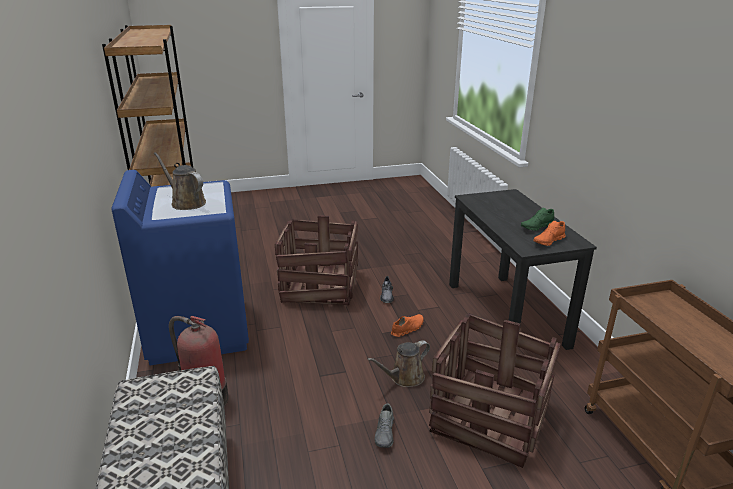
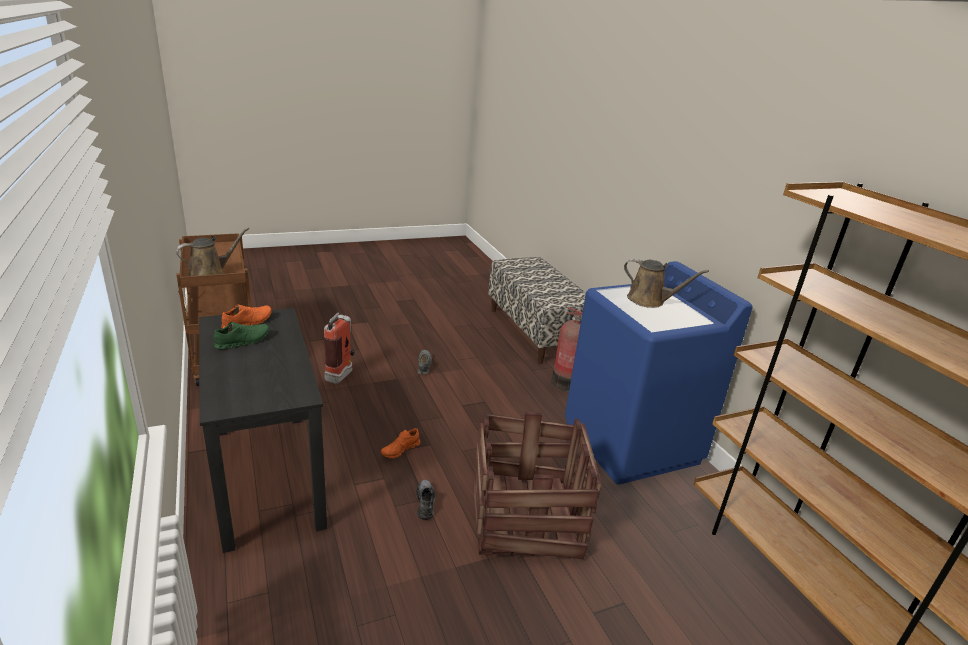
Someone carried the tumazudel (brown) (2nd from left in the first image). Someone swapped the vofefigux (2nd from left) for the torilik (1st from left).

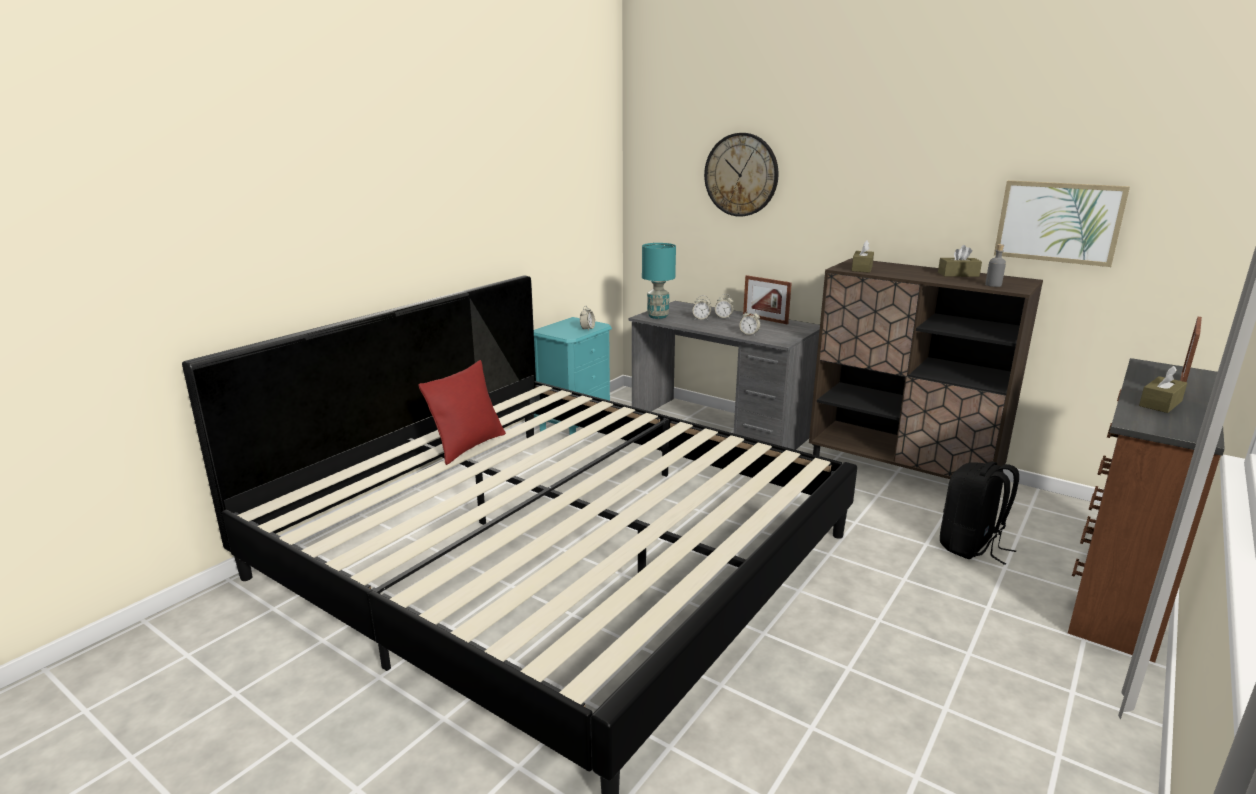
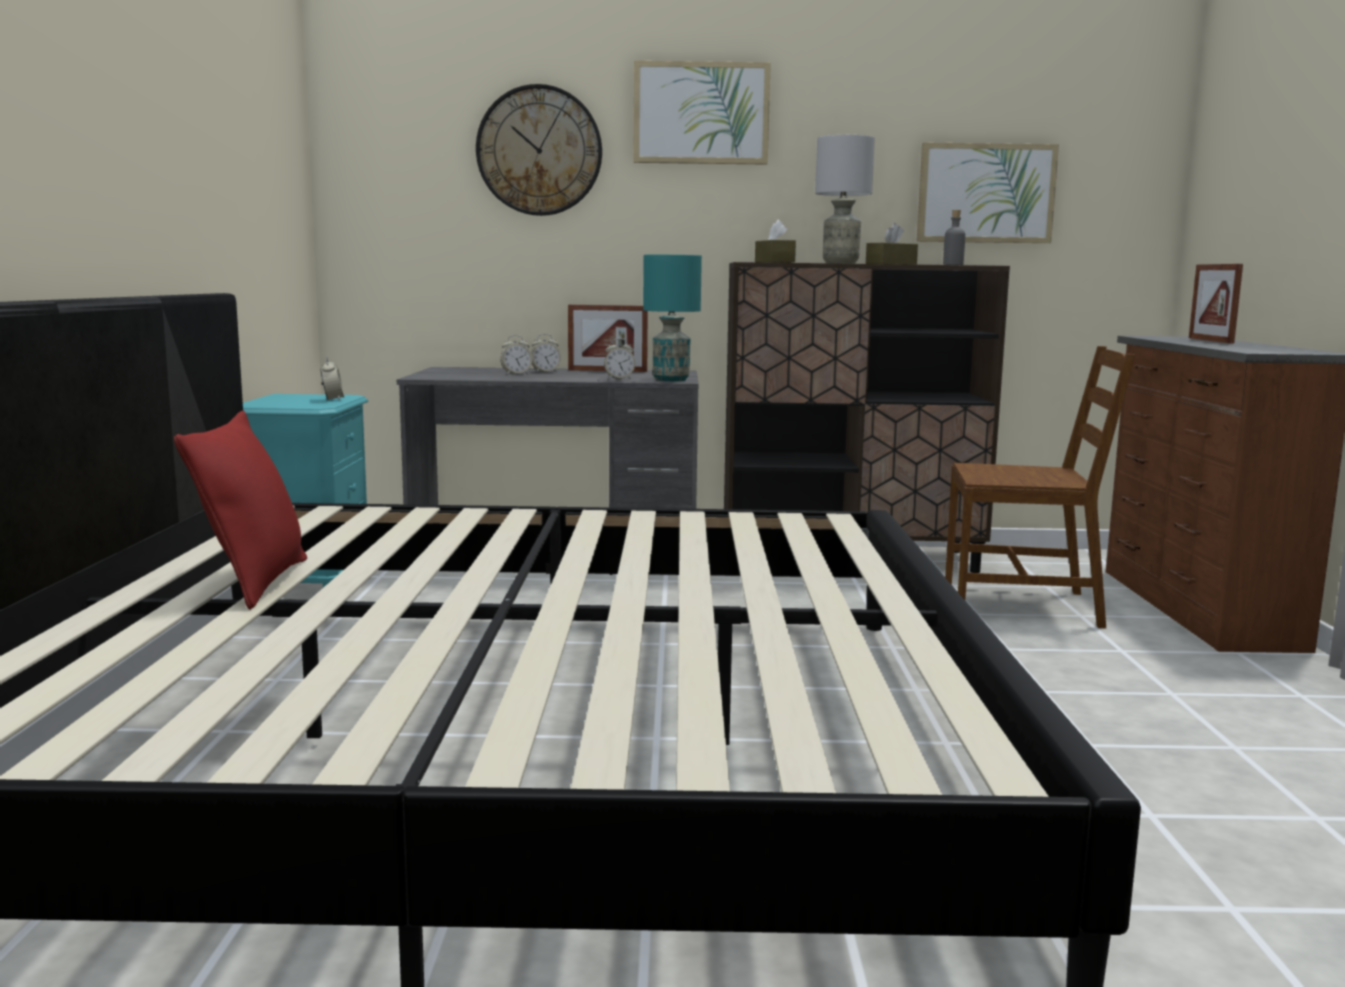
Someone put up the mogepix (1st from left). Someone carried the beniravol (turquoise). Someone put down the beniravol (grey). Someone swapped the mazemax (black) for the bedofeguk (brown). Someone took away the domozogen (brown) (3rd from left).

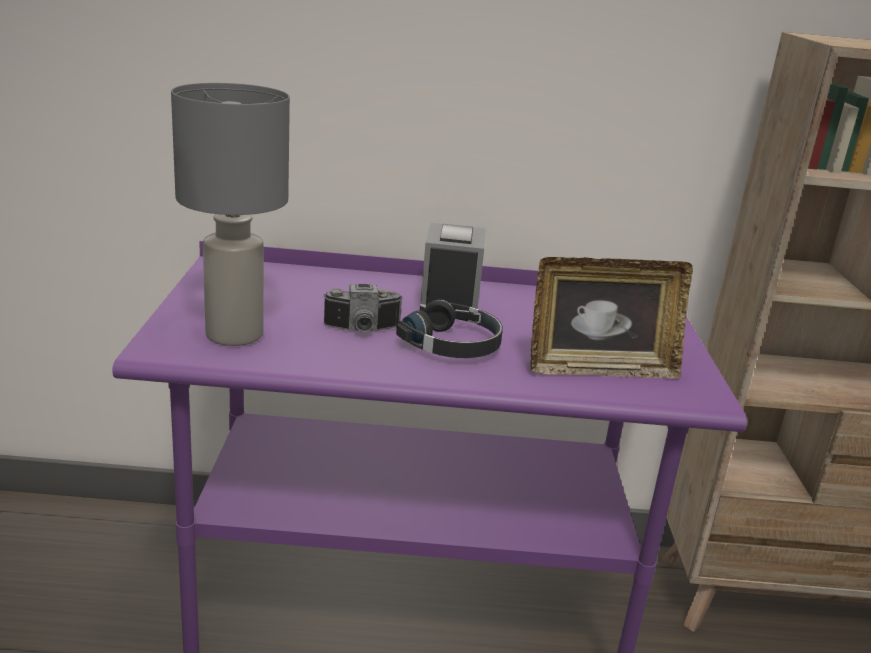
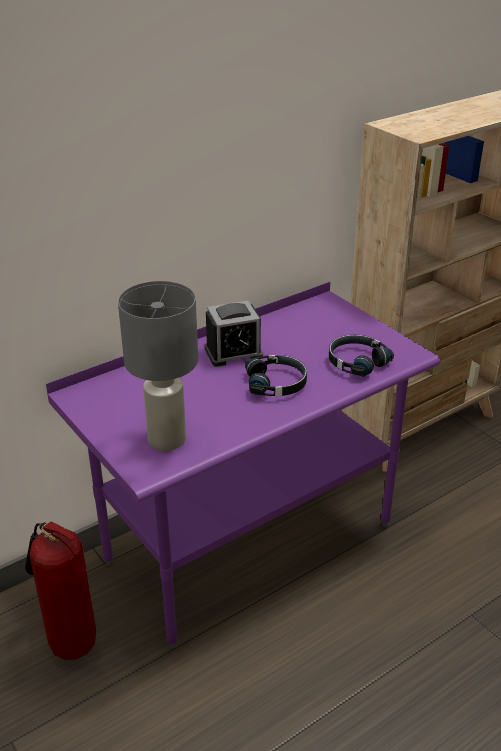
Someone put down the torilik. Someone rotated the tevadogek by 105 degrees clockwise. Someone swapped the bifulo for the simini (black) (2nd from left). Someone took away the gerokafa.

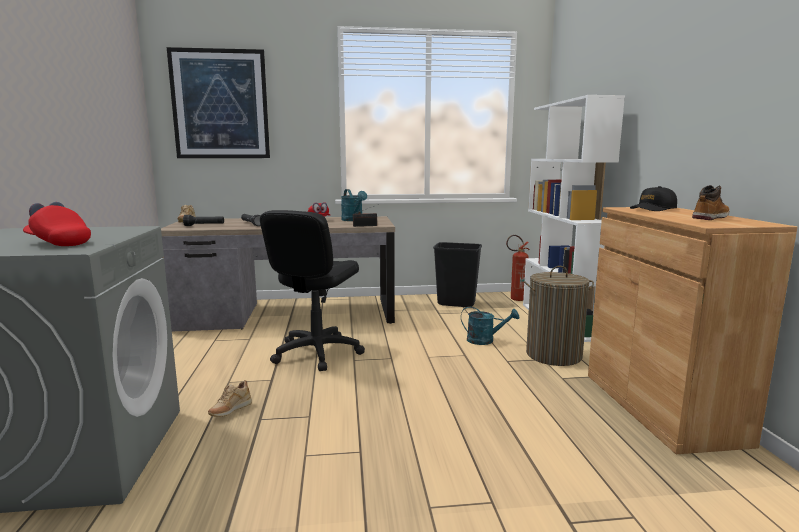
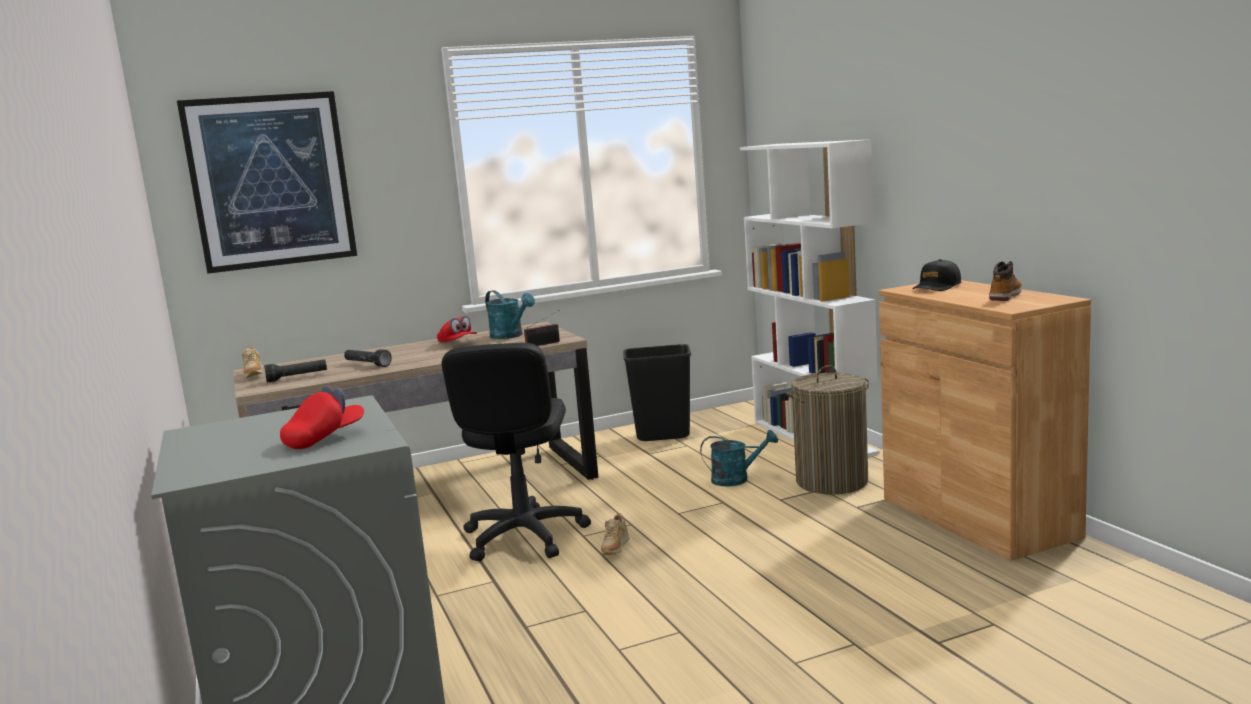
Someone rotated the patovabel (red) (1st from left) by 120 degrees clockwise. Someone carried the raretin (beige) (2nd from left). Someone took away the torilik.

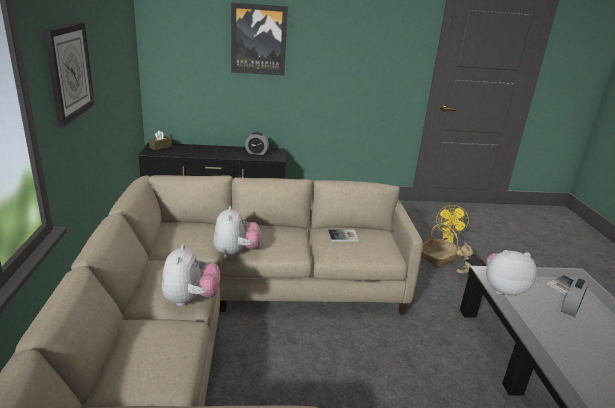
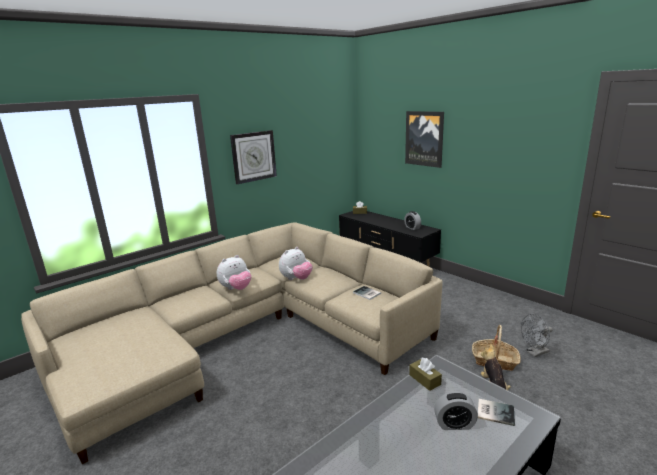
Someone swapped the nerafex (4th from left) for the domozogen (brown) (2nd from left). Someone repainted the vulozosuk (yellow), which became the vulozosuk (grey).

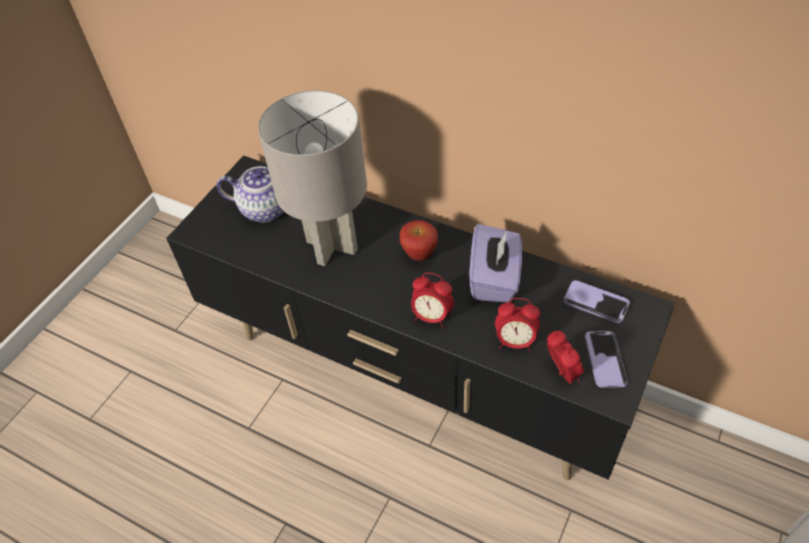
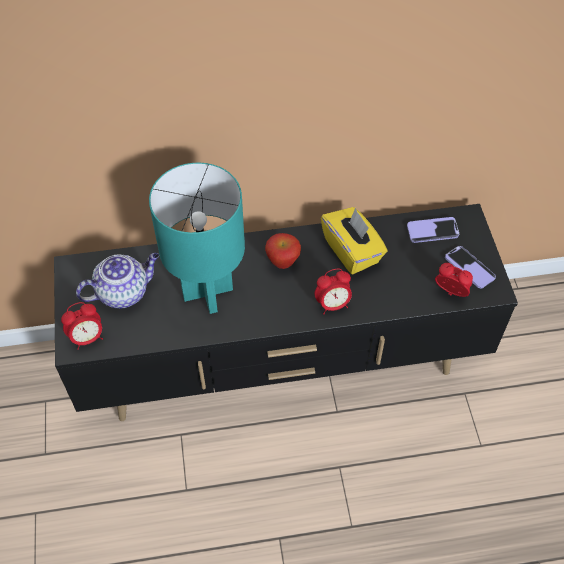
Someone carried the tevadogek (2nd from left in the first image). Someone repainted the beniravol (grey), which became the beniravol (turquoise). Someone repainted the domozogen (purple), which became the domozogen (yellow).

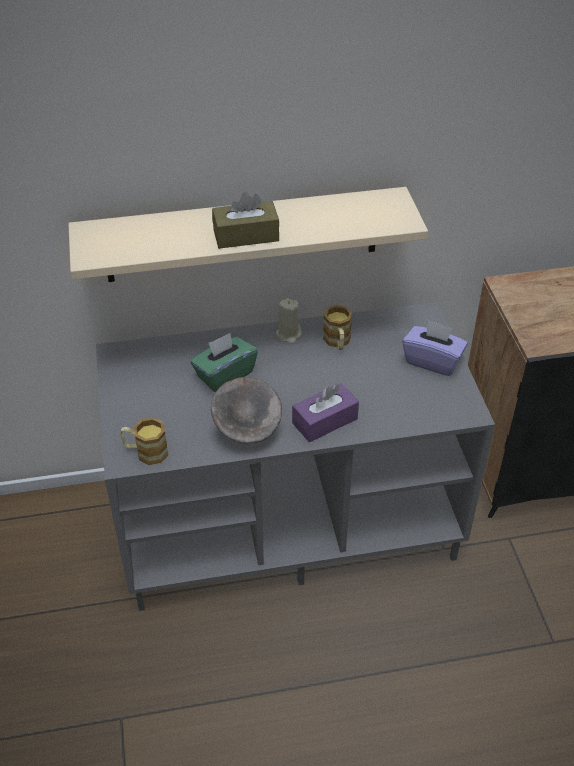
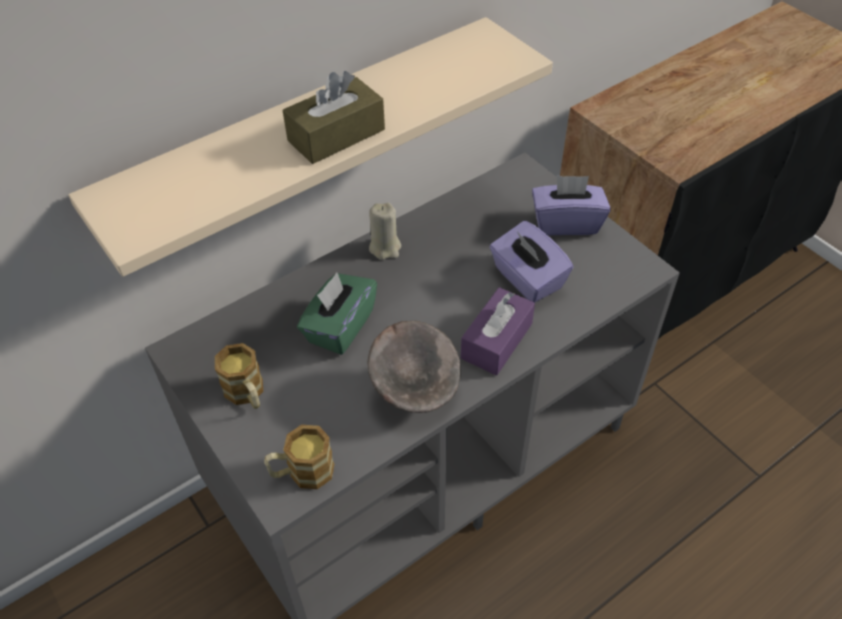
Someone carried the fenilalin (2nd from left in the first image). Someone put down the domozogen (purple) (2nd from left).

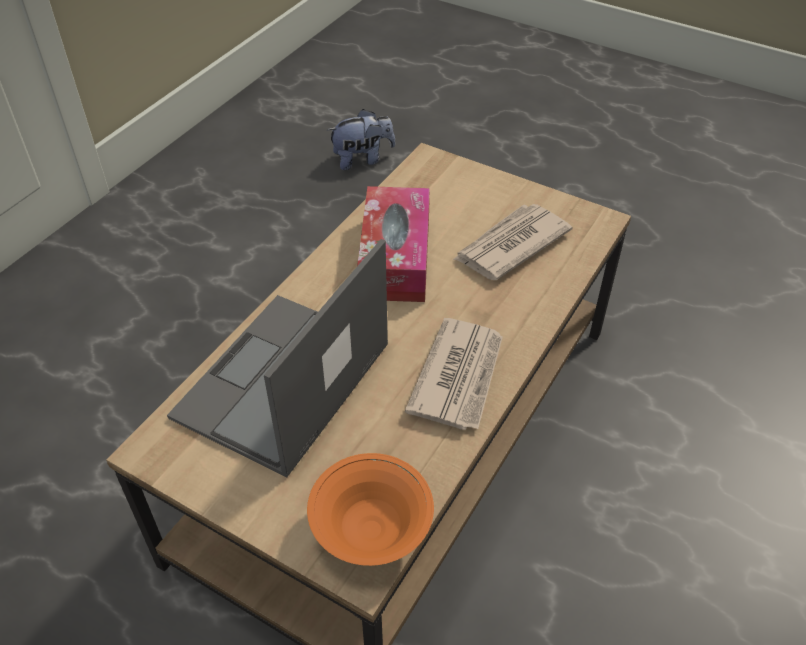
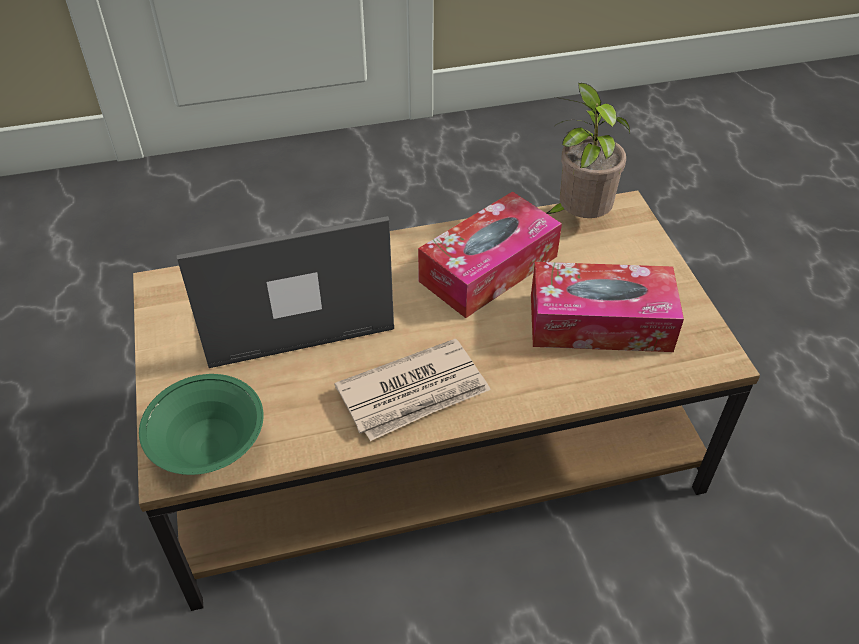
Someone repainted the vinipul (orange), which became the vinipul (green). Someone swapped the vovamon (2nd from left) for the domozogen (2nd from left). Someone put down the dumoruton. Someone took away the nerafex.

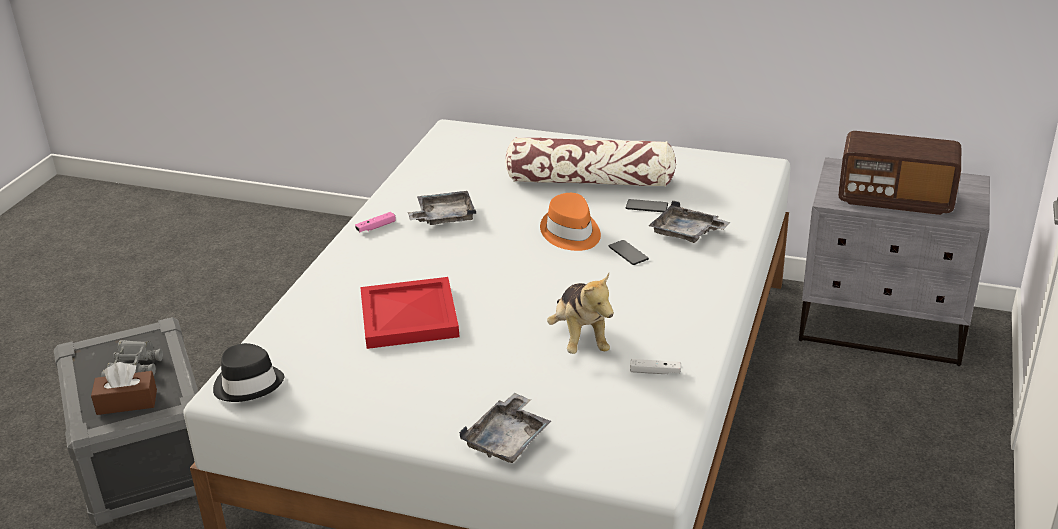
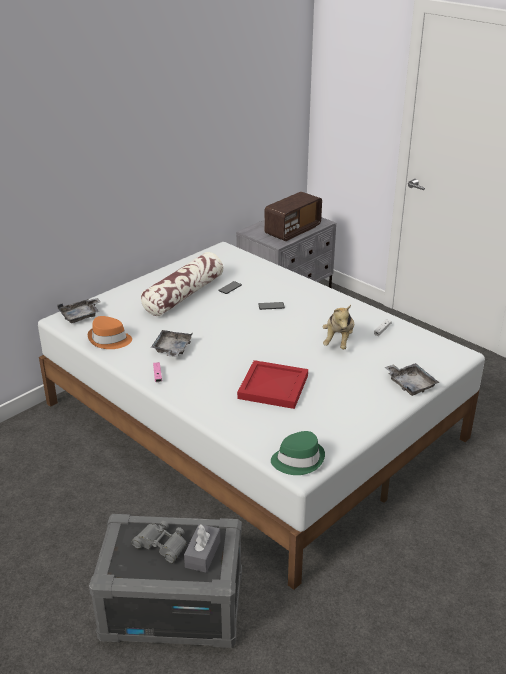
Someone carried the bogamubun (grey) (3rd from left in the first image). Someone carried the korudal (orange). Someone repainted the domozogen (brown), which became the domozogen (grey). Someone repainted the korudal (black), which became the korudal (green). Someone rotated the nerafex by 90 degrees clockwise.

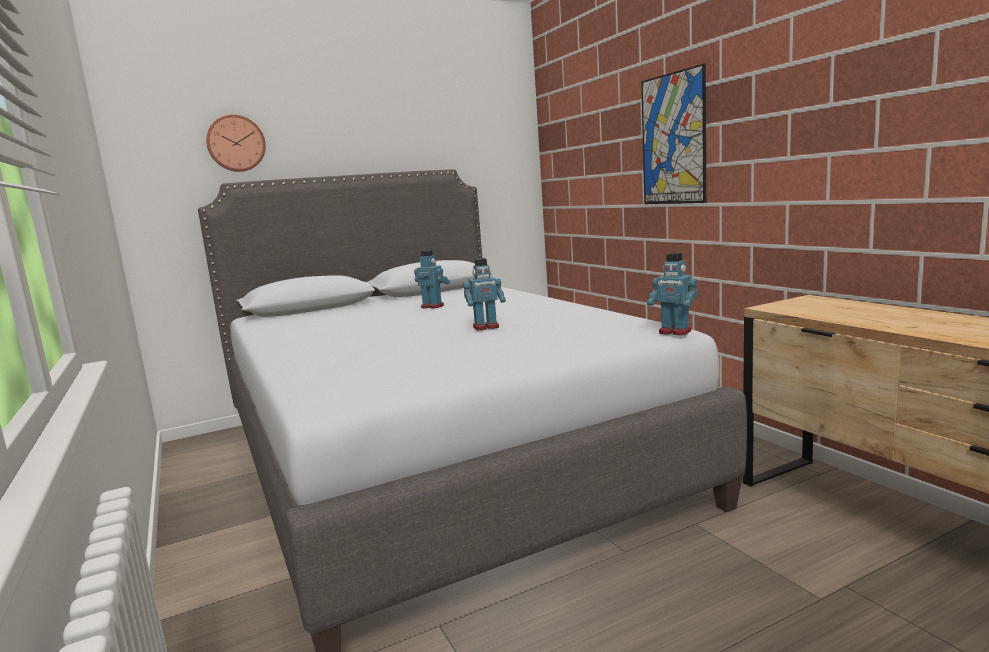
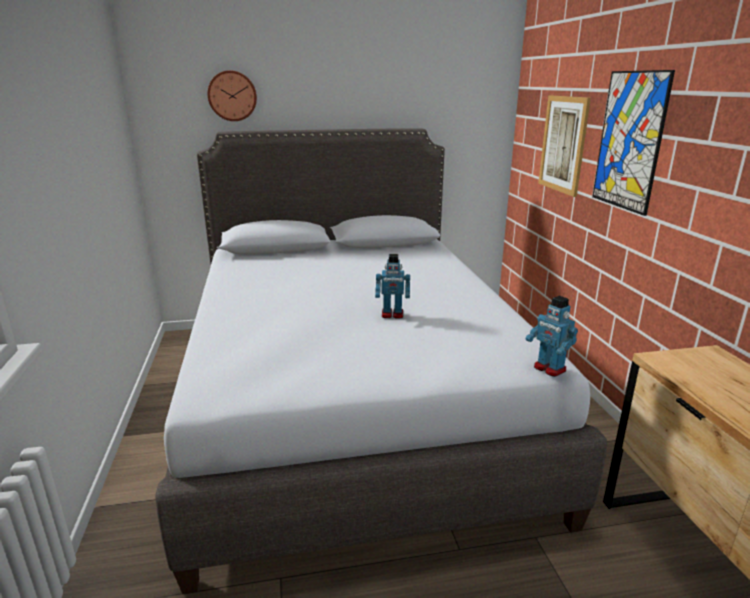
Someone put up the mogepix (1st from left). Someone took away the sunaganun (1st from left).

